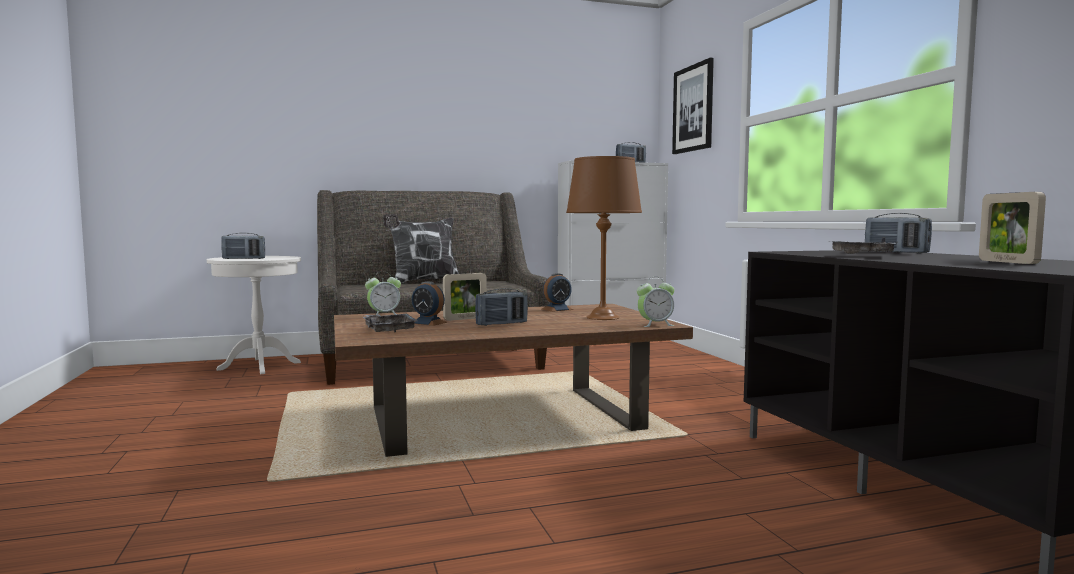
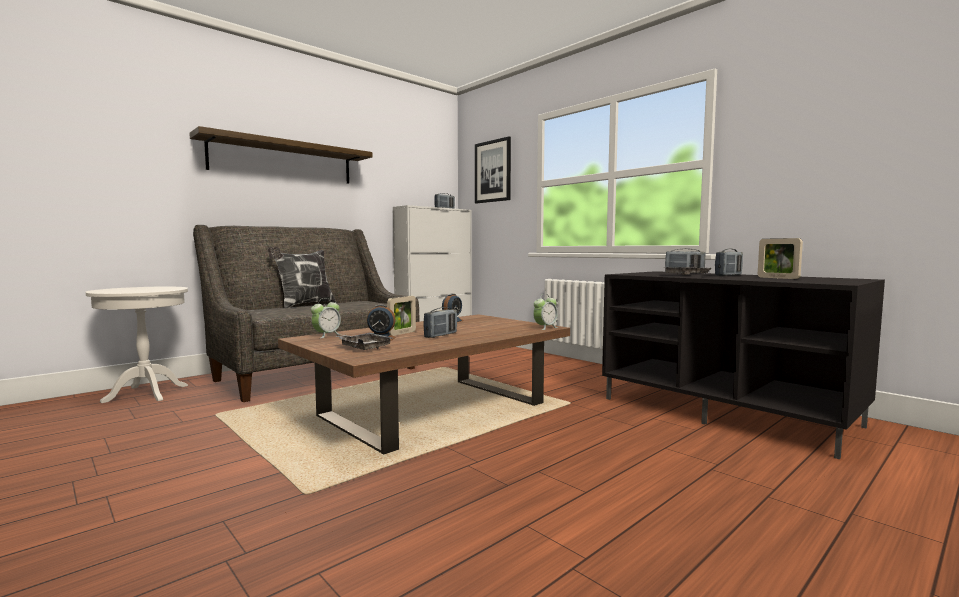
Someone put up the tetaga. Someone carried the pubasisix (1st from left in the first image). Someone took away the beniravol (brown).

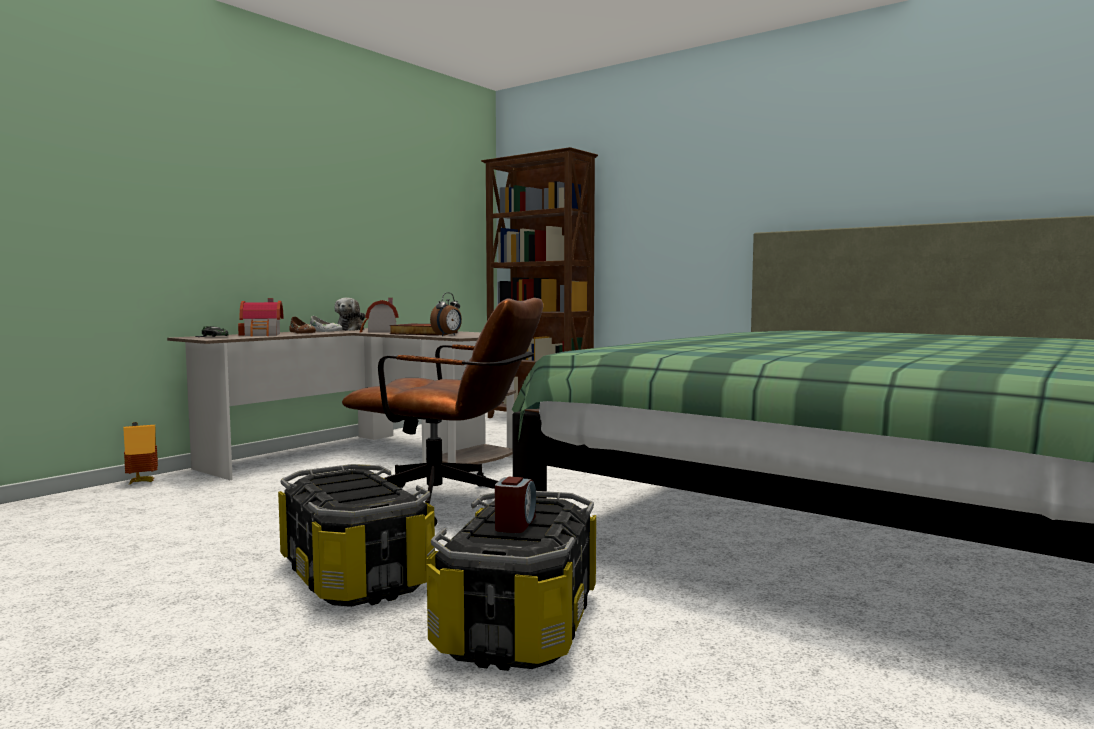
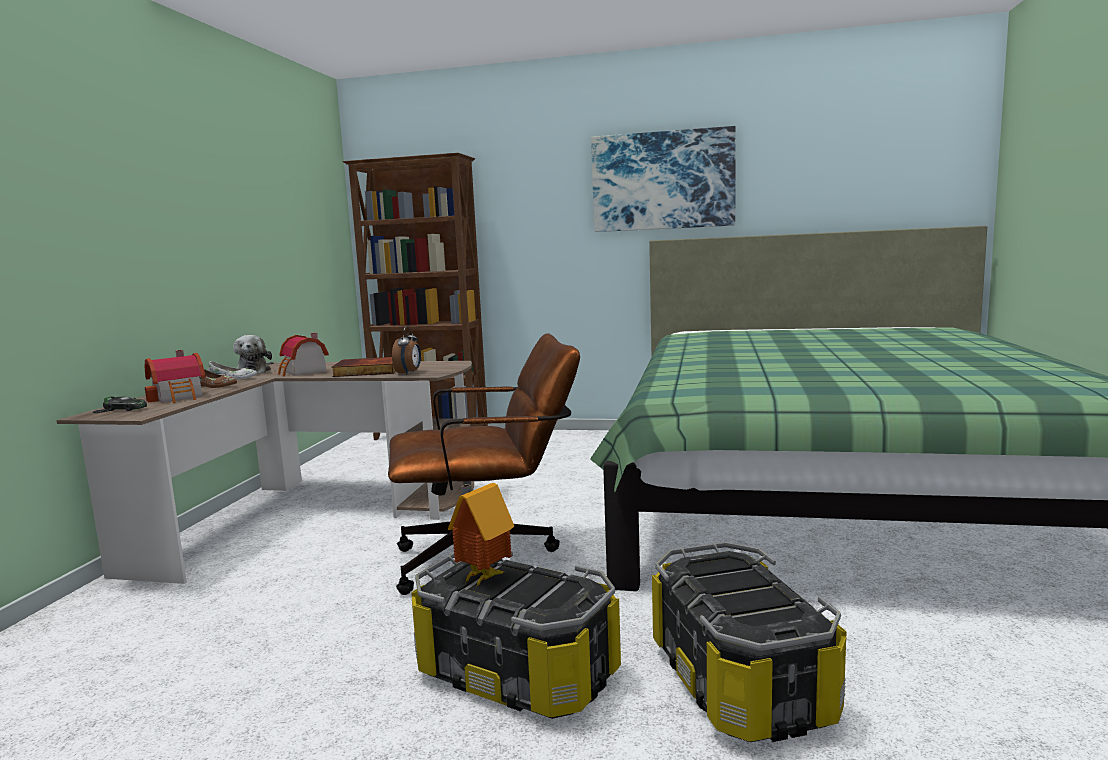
Someone carried the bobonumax (1st from left in the first image). Someone put up the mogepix. Someone took away the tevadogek (2nd from left).

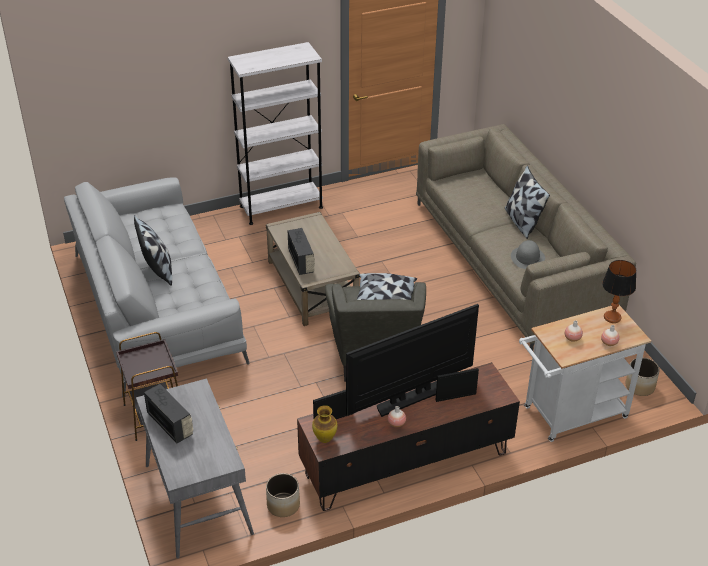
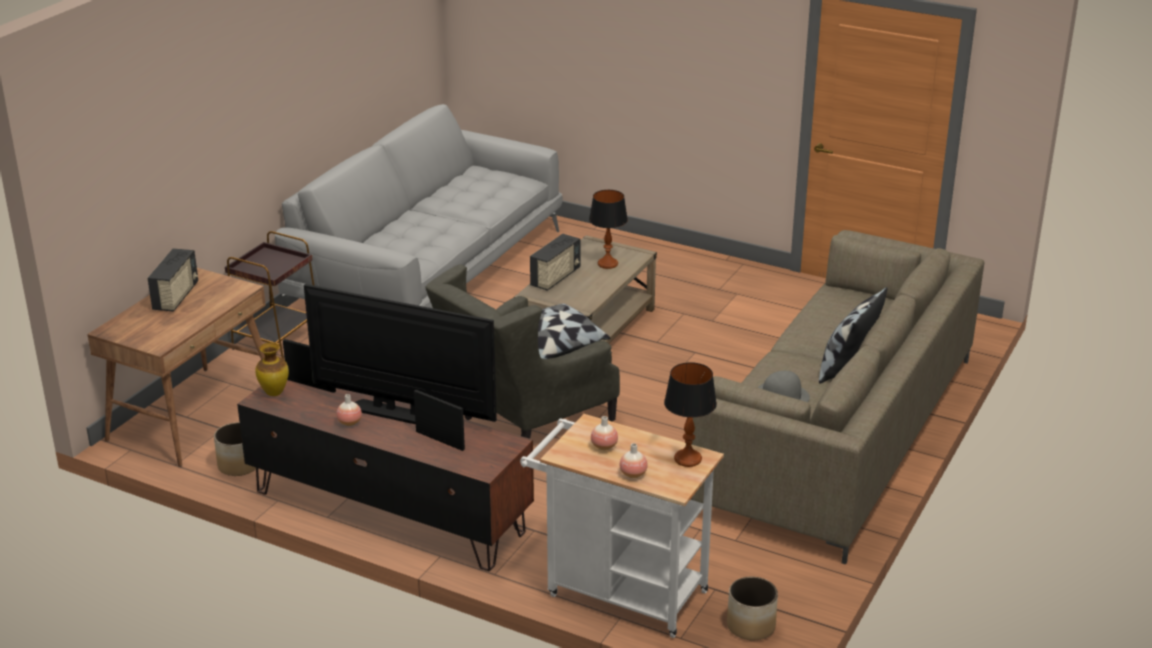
Someone repainted the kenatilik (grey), which became the kenatilik (brown). Someone put down the beniravol (1st from left). Someone took away the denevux (1st from left). Someone took away the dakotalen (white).

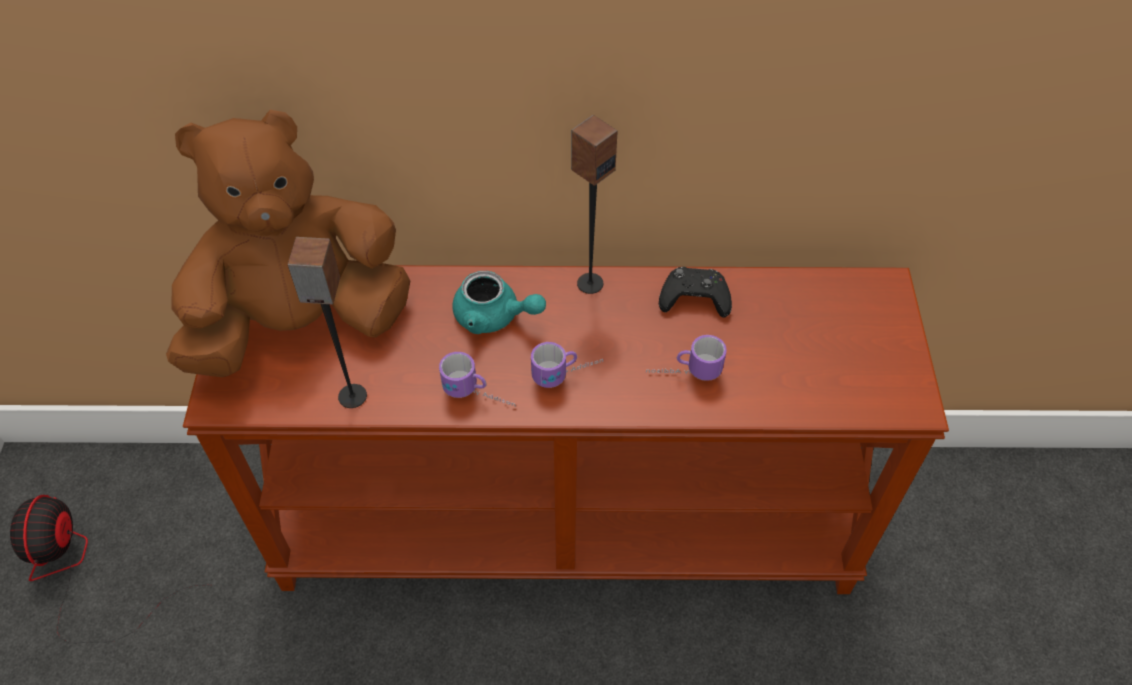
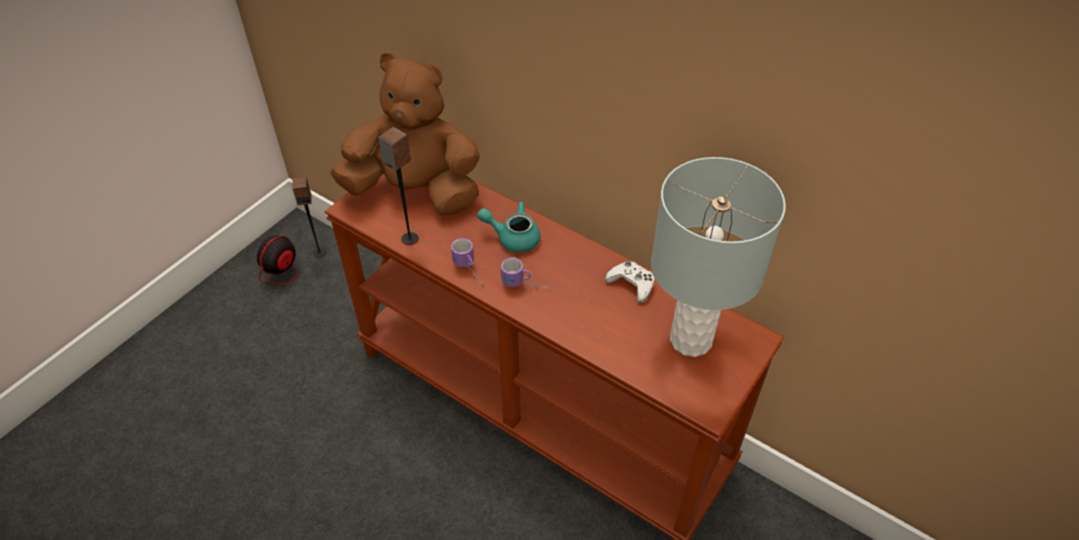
Someone carried the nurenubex (2nd from left in the first image). Someone rotated the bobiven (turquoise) by 135 degrees clockwise. Someone repainted the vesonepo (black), which became the vesonepo (white). Someone put down the beniravol (grey). Someone took away the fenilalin (3rd from left).

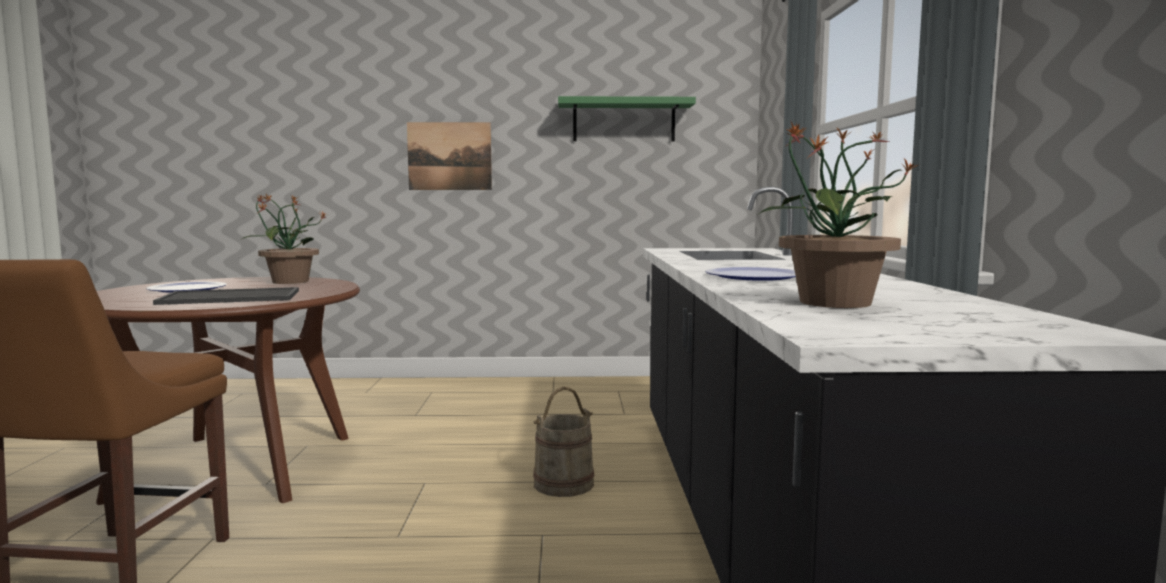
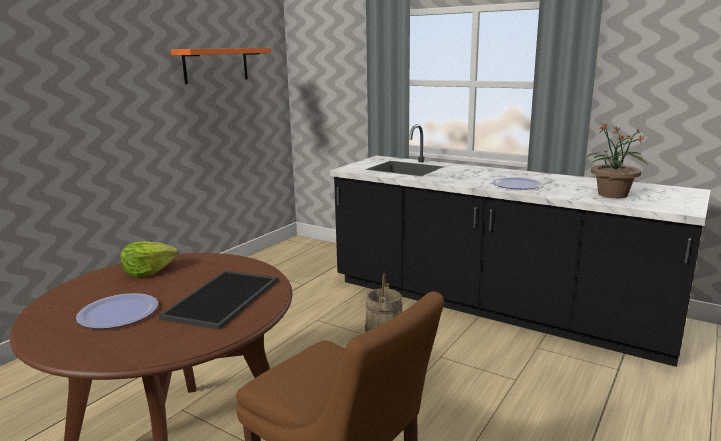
Someone swapped the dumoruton (1st from left) for the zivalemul. Someone repainted the tetaga (green), which became the tetaga (orange). Someone took away the mogepix.

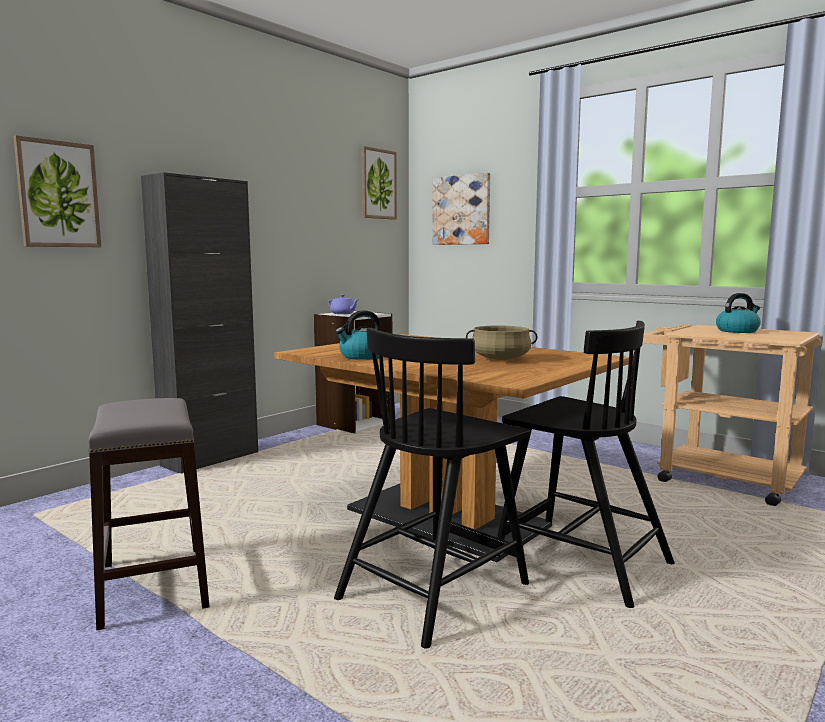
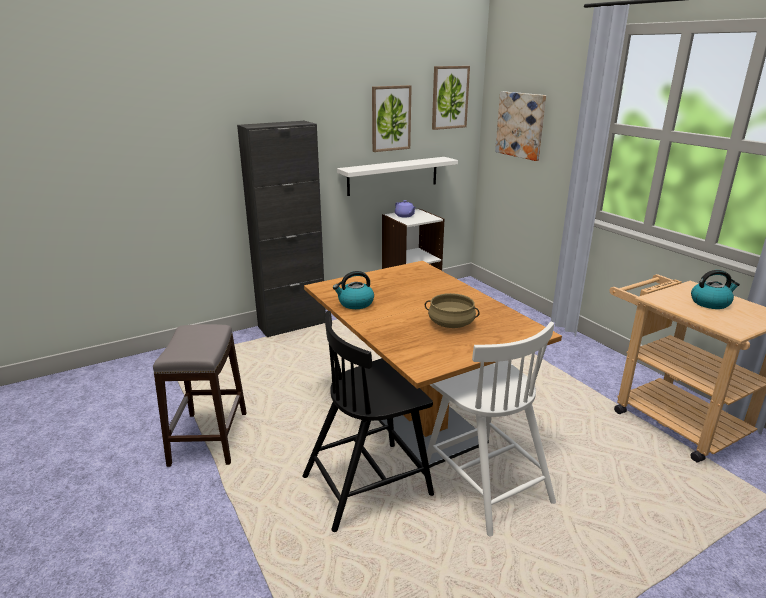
Someone put up the tetaga (white). Someone carried the mogepix (1st from left). Someone repainted the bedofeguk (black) (2nd from left), which became the bedofeguk (white).

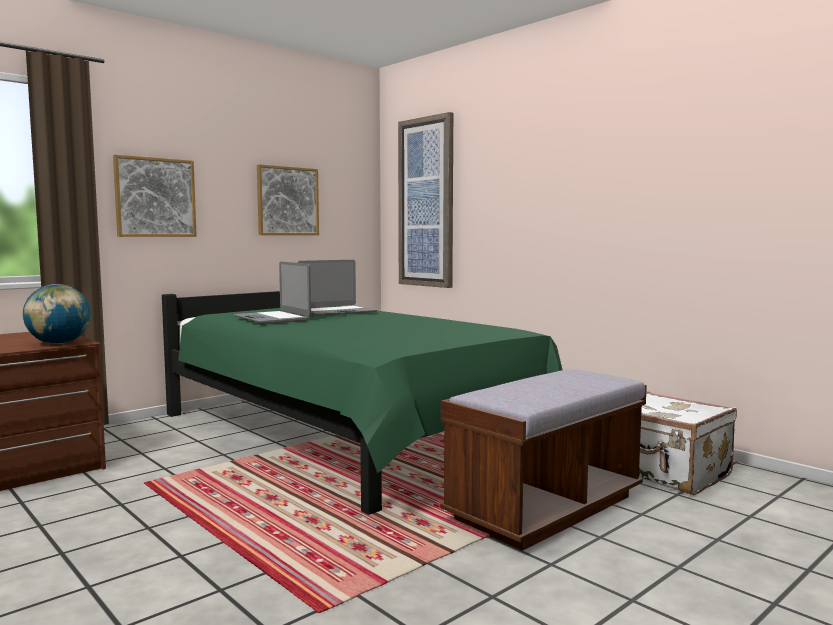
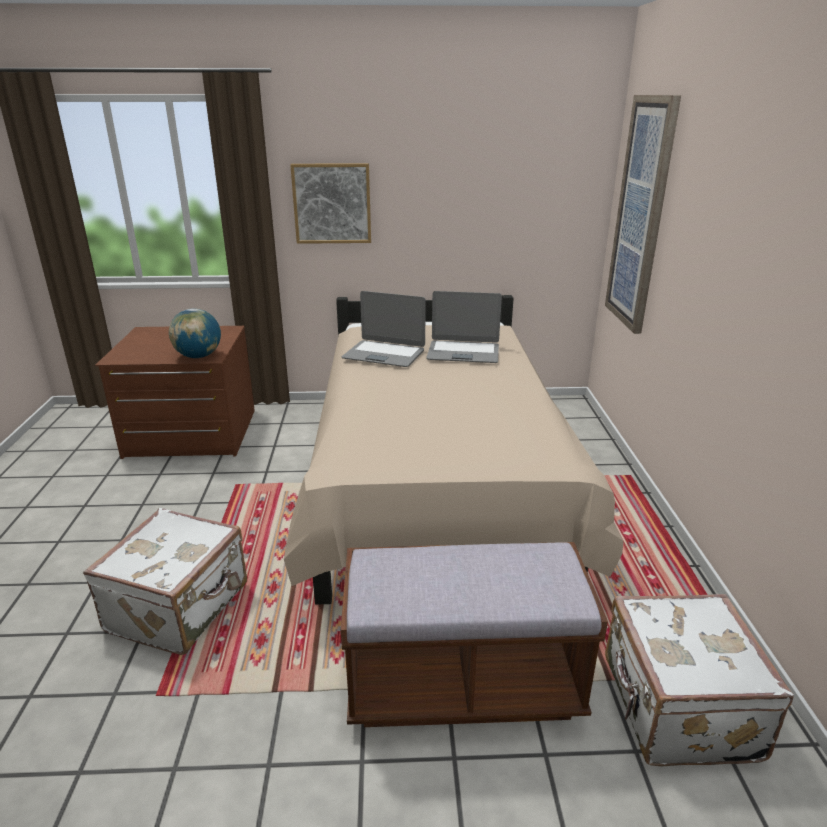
Someone put down the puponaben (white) (1st from left). Someone repainted the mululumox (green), which became the mululumox (beige). Someone rotated the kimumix (1st from left) by 75 degrees counterclockwise. Someone took away the mogepix (2nd from left).

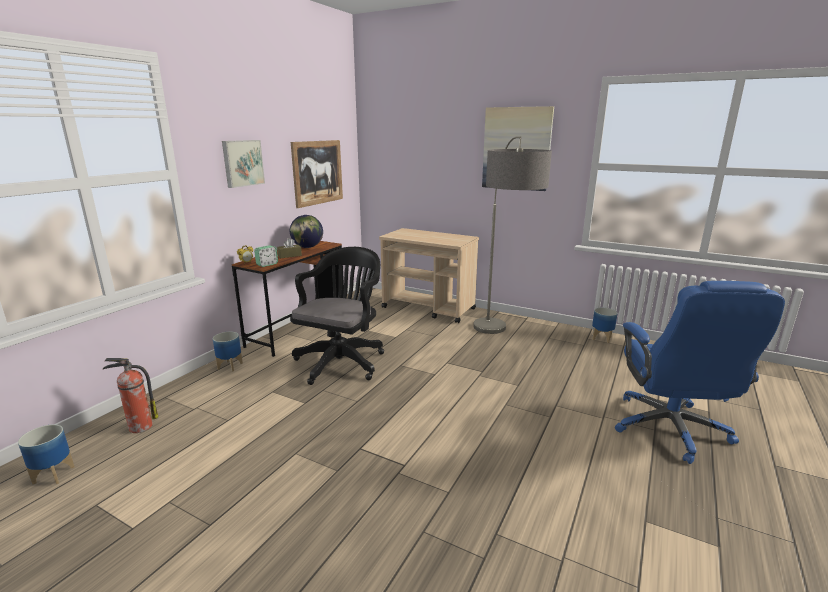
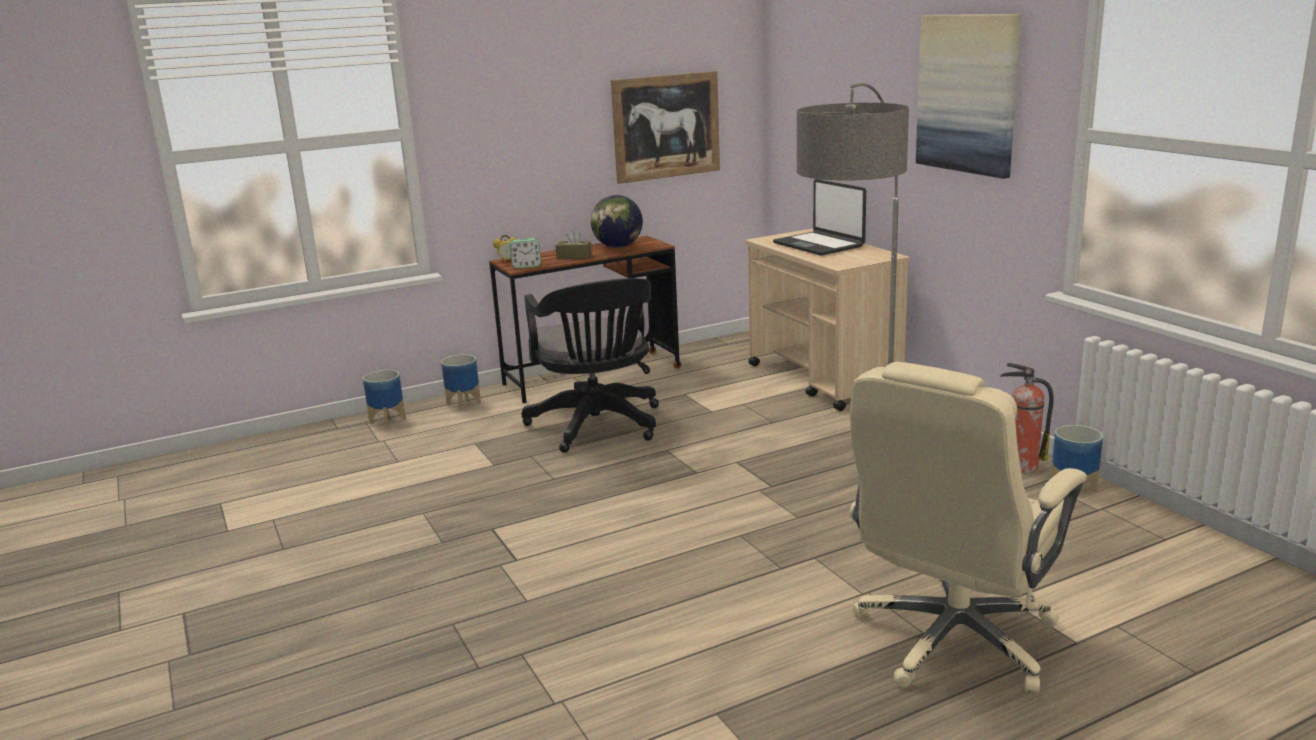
Someone carried the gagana (1st from left). Someone rotated the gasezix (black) by 105 degrees clockwise. Someone put down the kimumix. Someone repainted the gasezix (blue), which became the gasezix (beige). Someone carried the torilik. Someone took away the mogepix (1st from left).

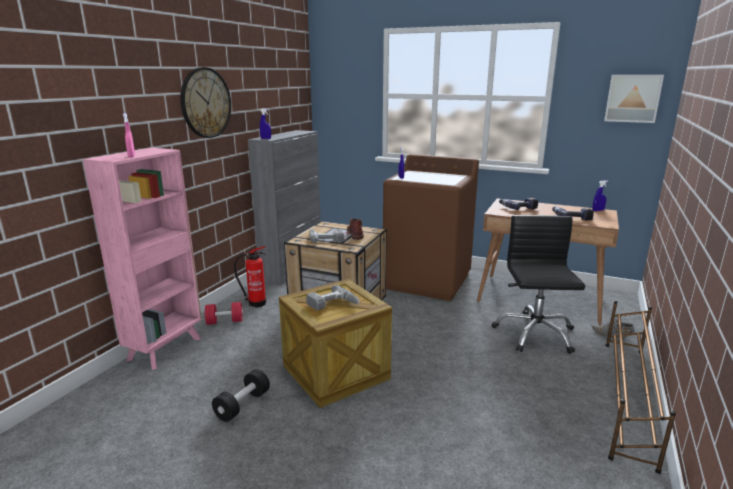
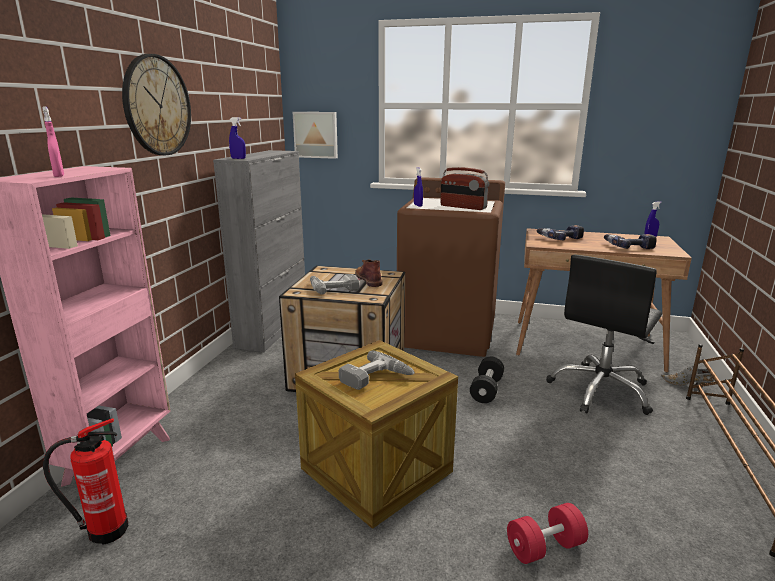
Someone carried the torilik. Someone carried the mogepix. Someone put down the pubasisix. Someone carried the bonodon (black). Someone carried the bonodon (red). Someone rotated the gasezix (black) by 135 degrees counterclockwise.

